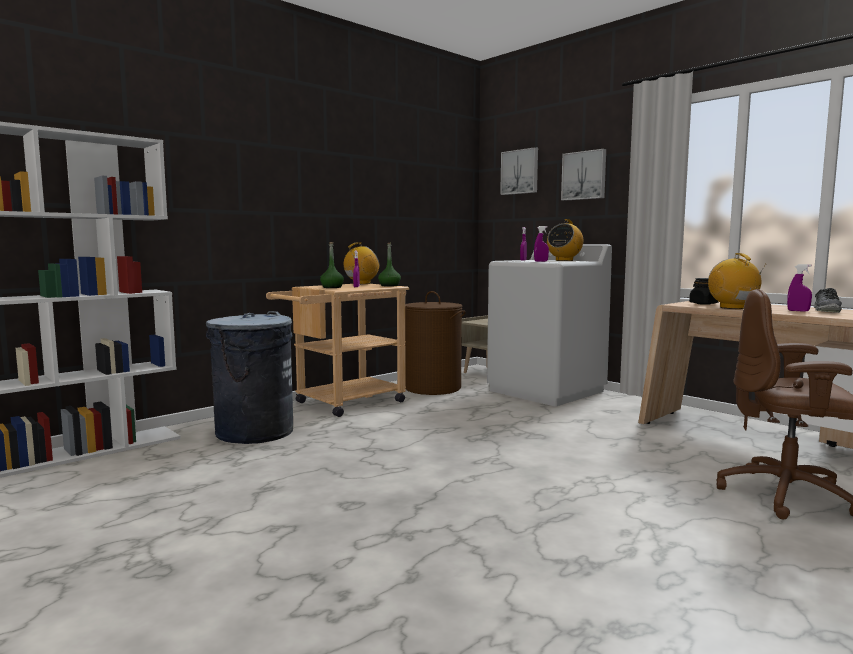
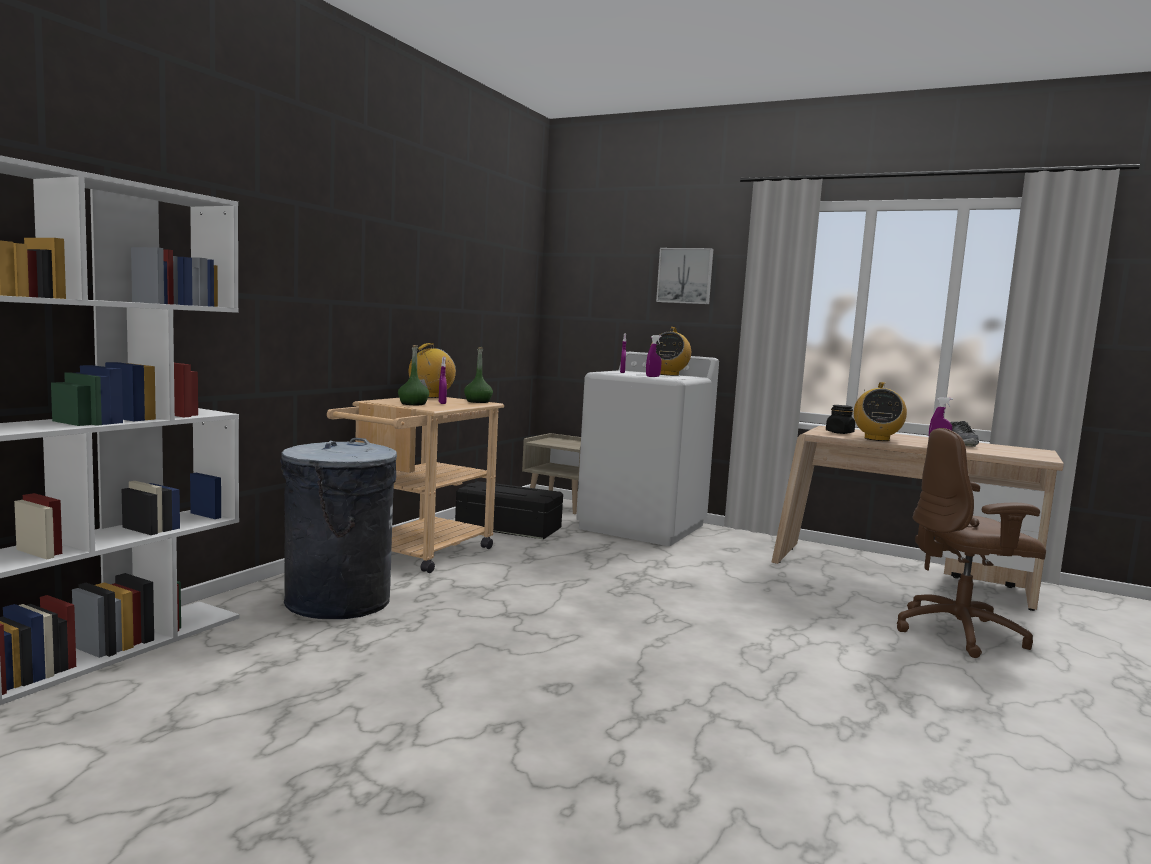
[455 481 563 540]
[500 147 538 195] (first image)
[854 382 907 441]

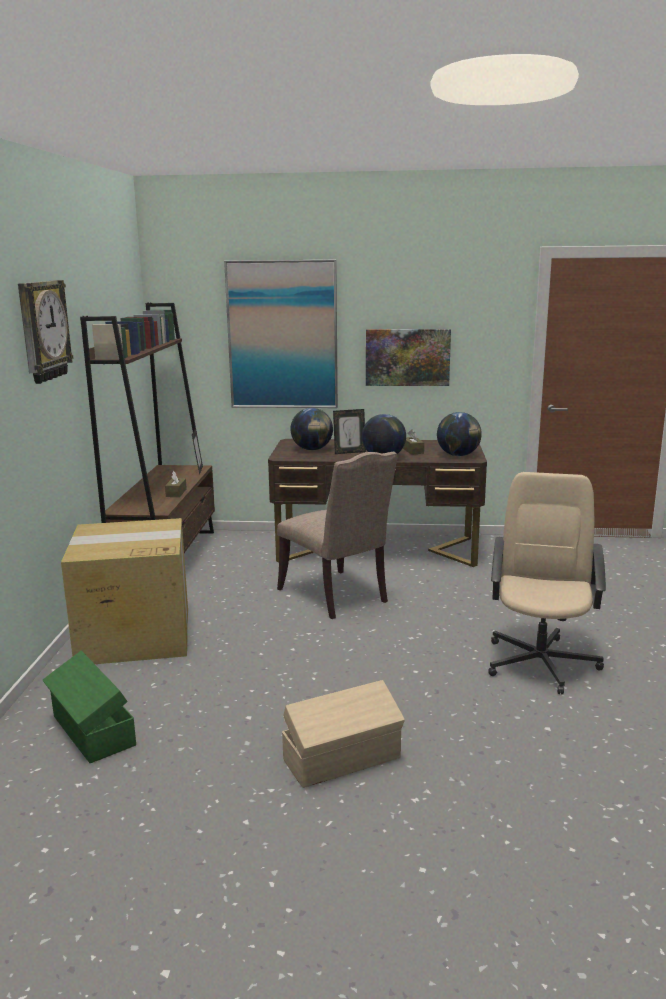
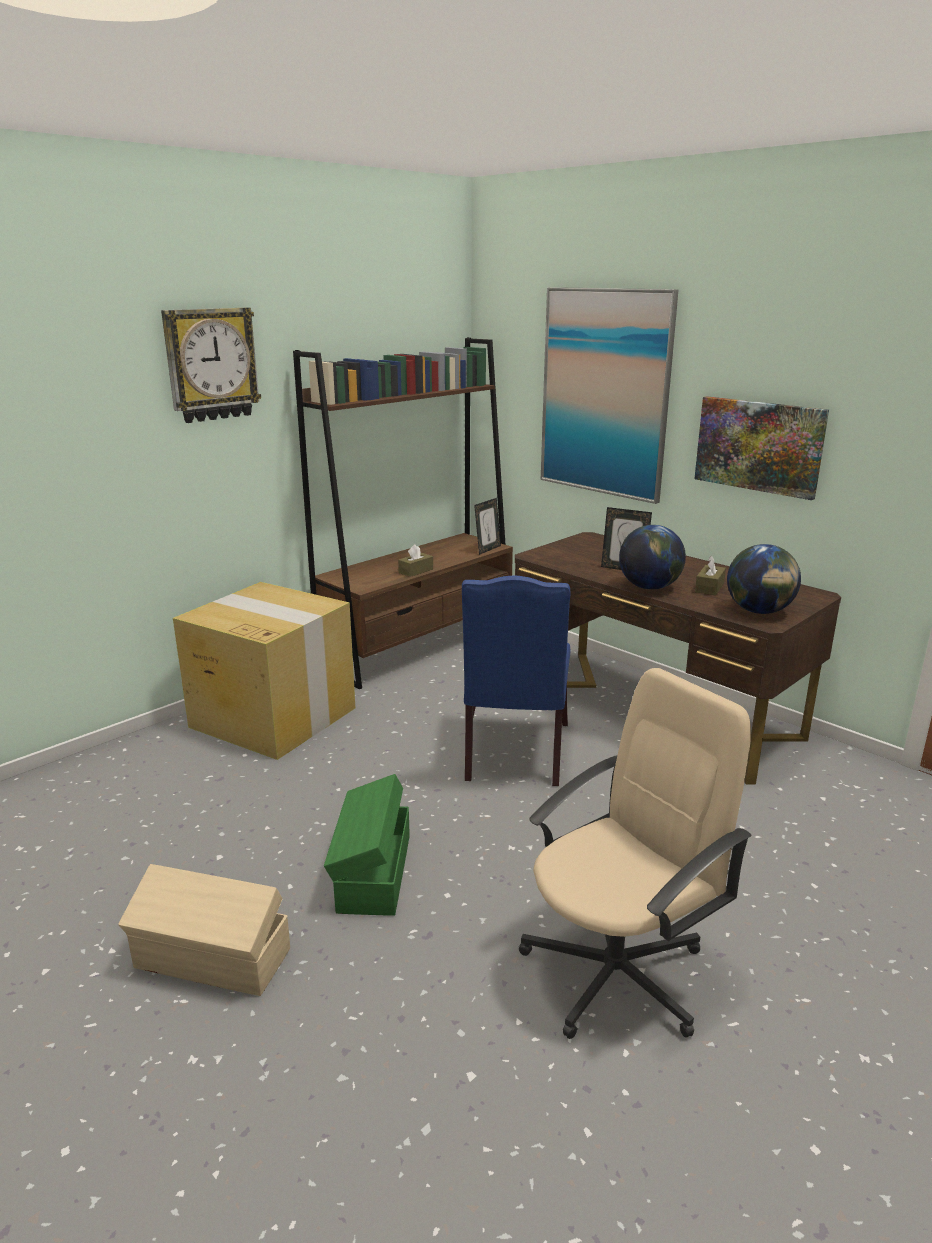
[324 774 410 916]
[462 576 571 786]
[290 408 333 450] (first image)

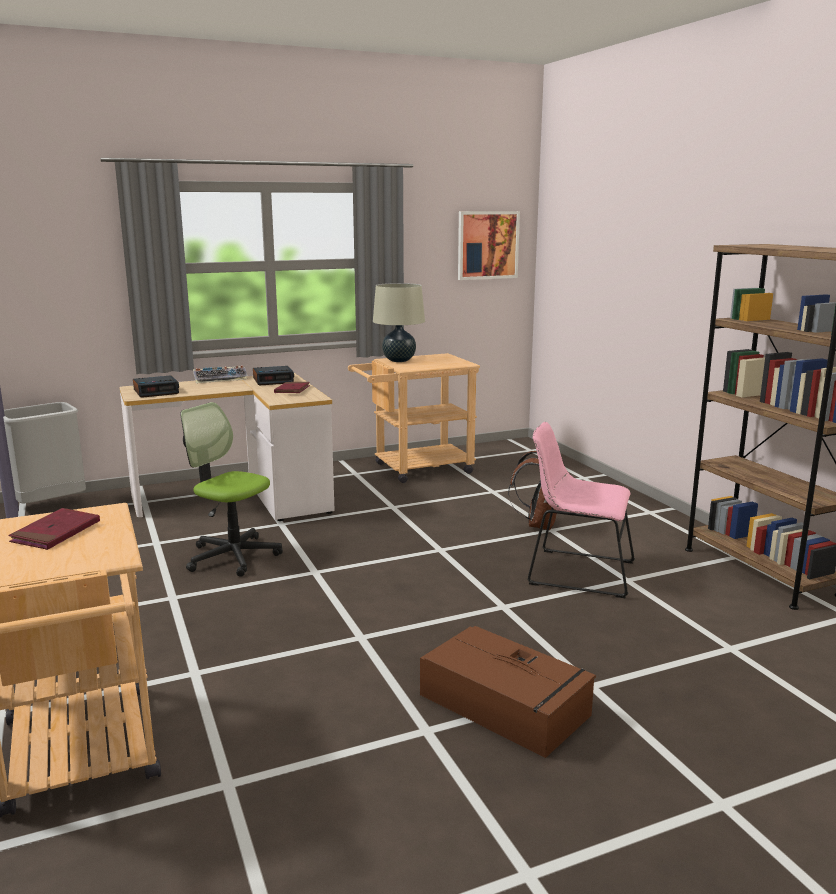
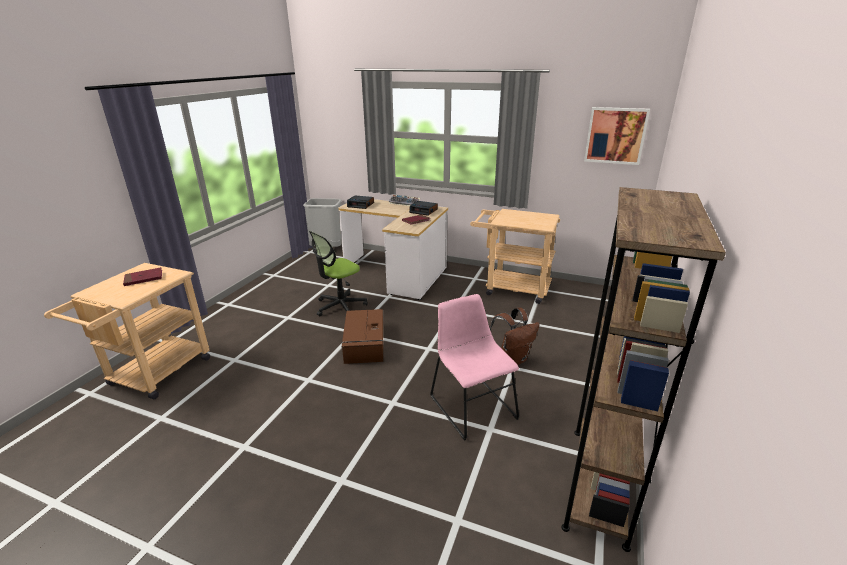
[309 231 368 316]
[373 283 425 362] (first image)
[342 309 383 364]

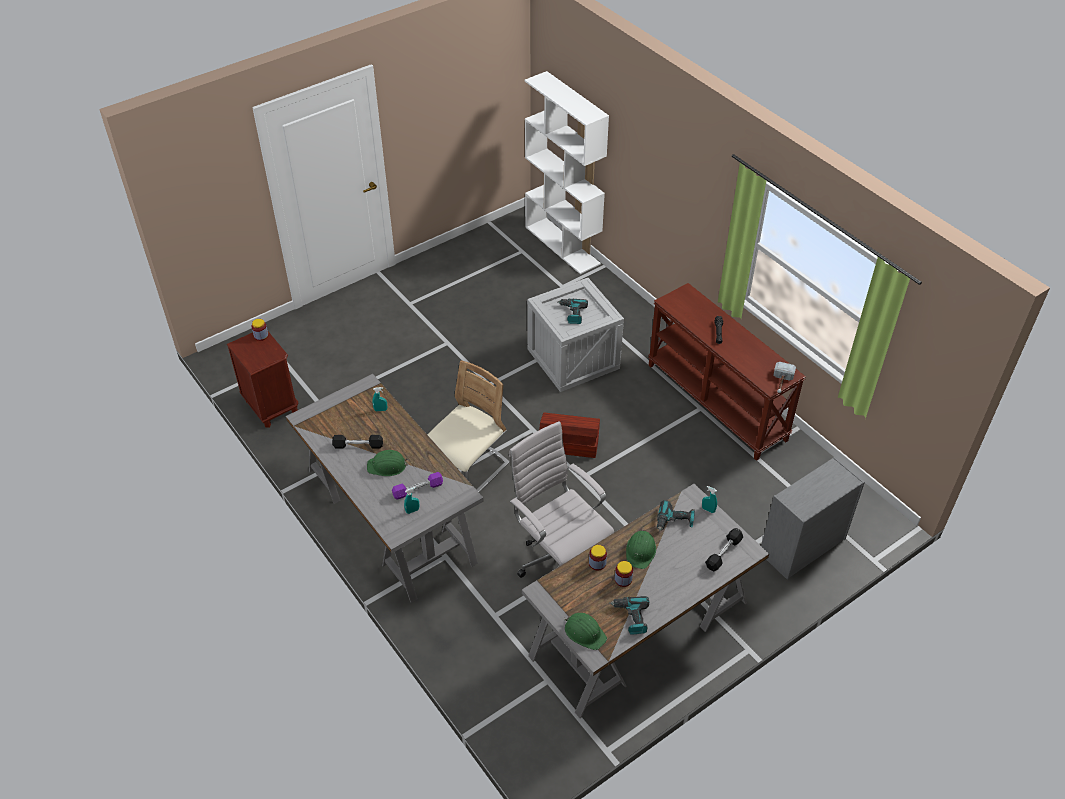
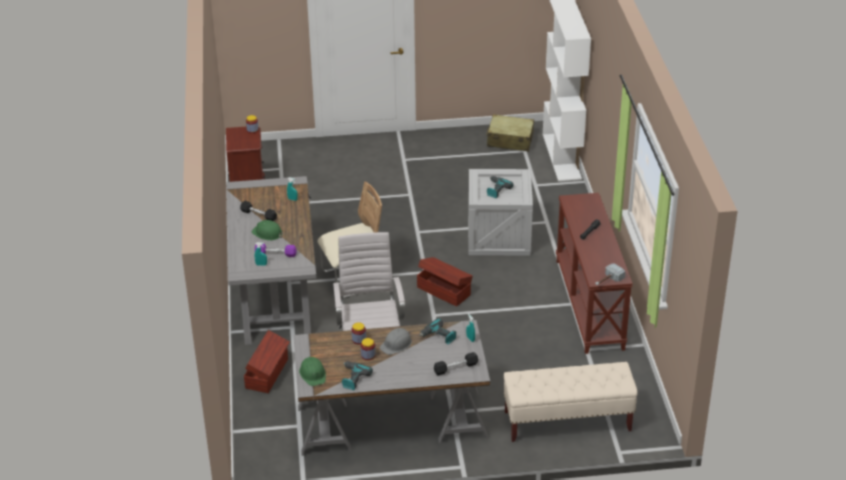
[380 328 412 355]
[504 362 638 442]
[244 330 290 393]
[486 114 534 151]

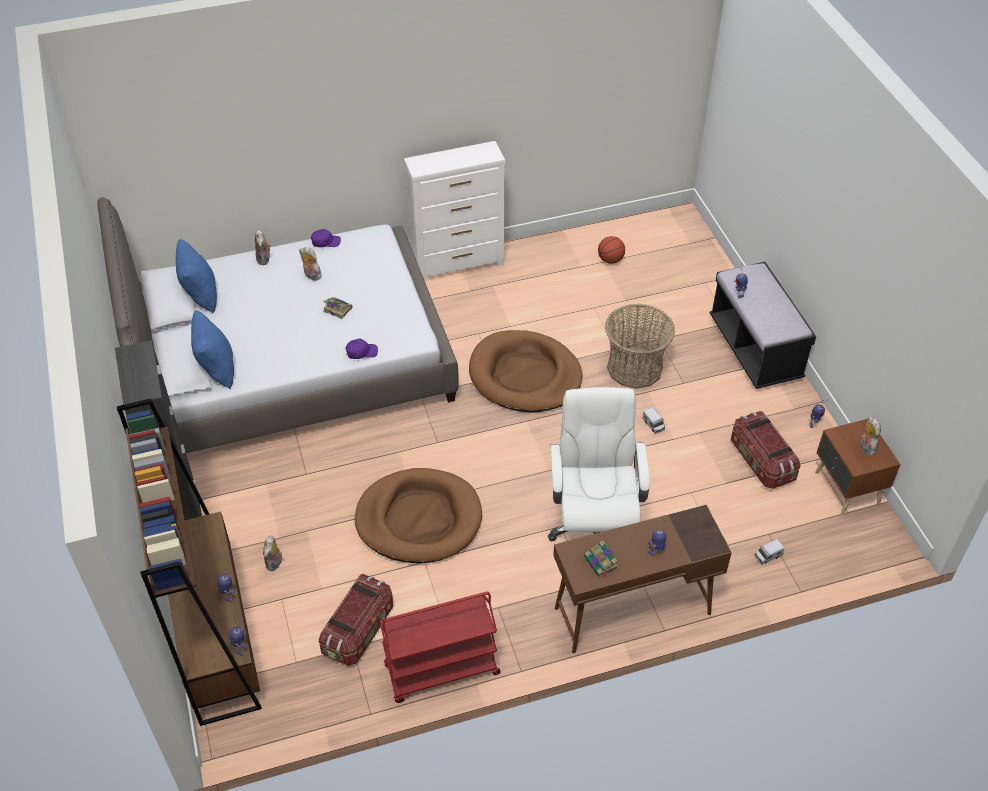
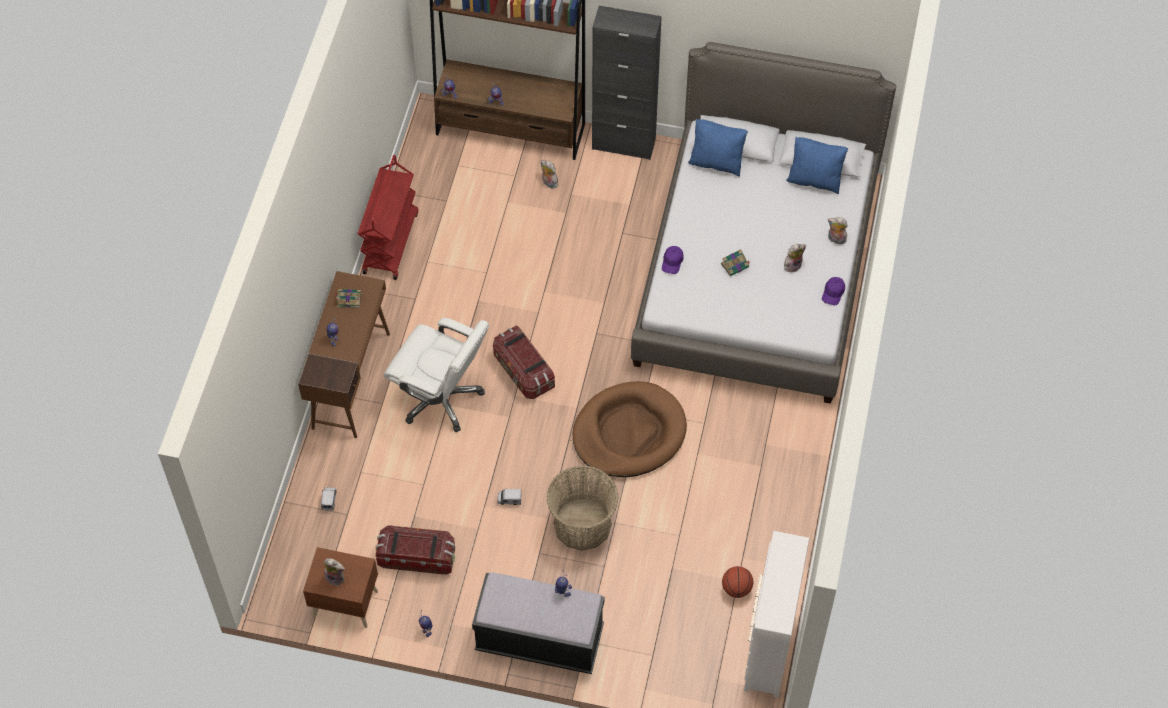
[493 326 555 399]
[355 468 482 563] (first image)
[744 531 810 698]

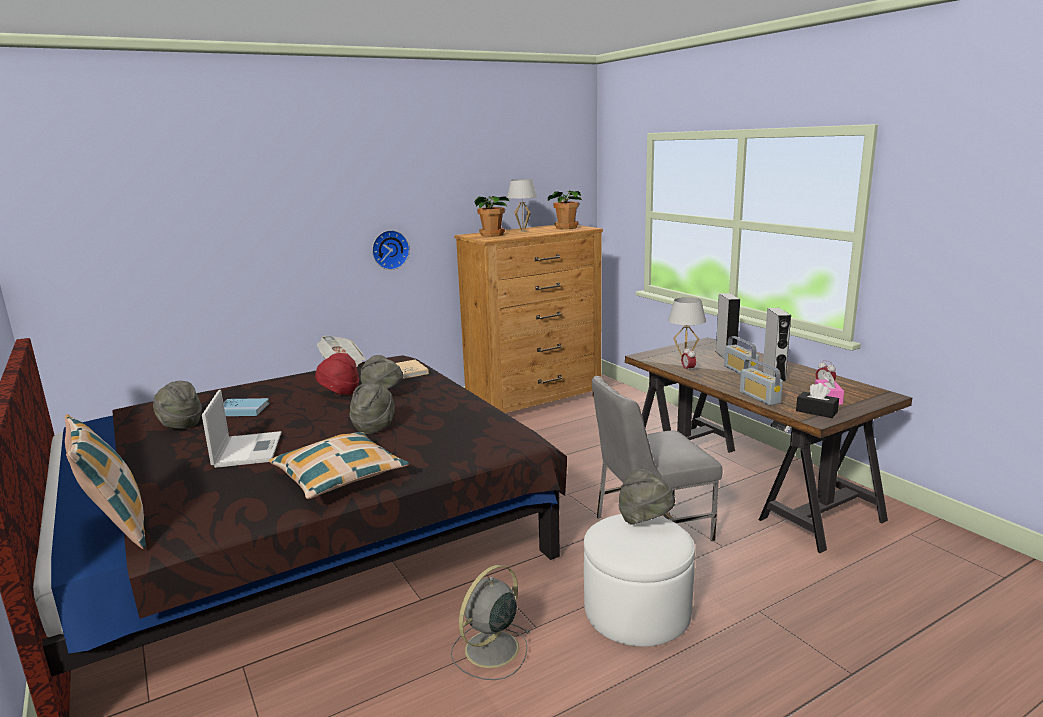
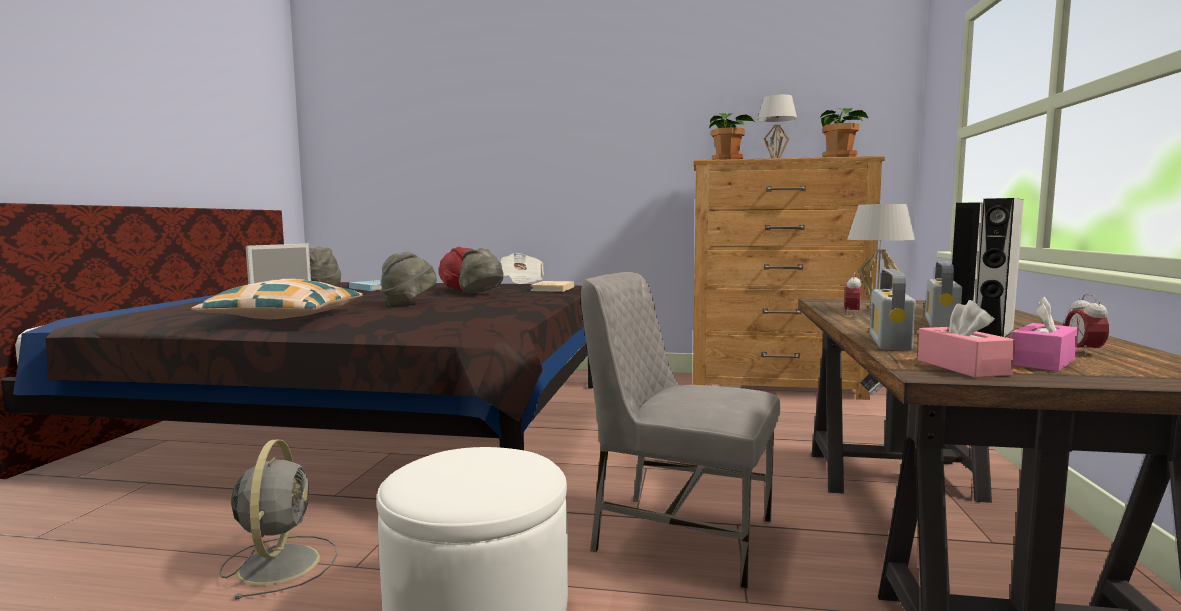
[65 414 146 549] (first image)
[372 230 410 270] (first image)
[219 439 337 600]
[618 468 675 525] (first image)
[918 300 1015 378]

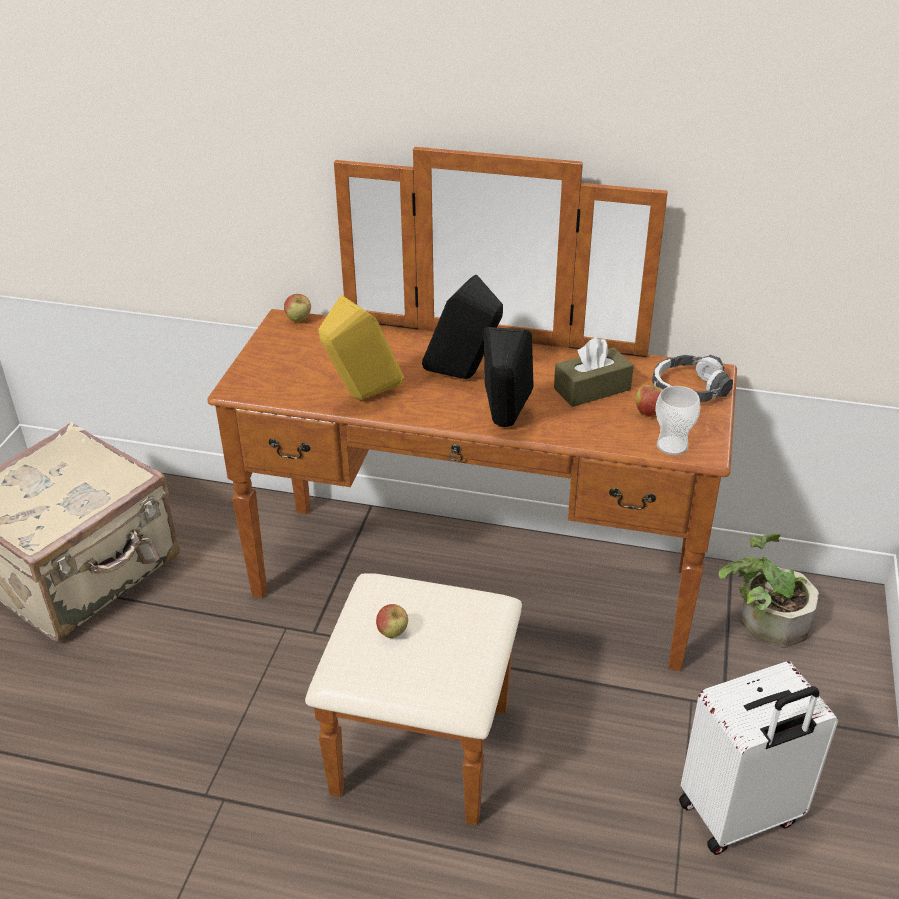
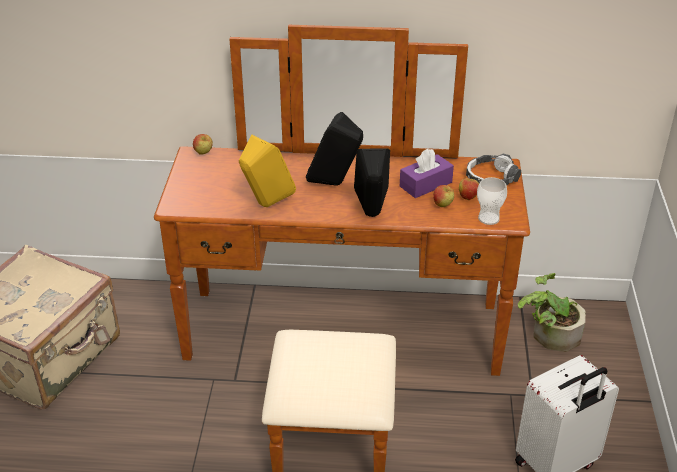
[433 185 454 207]
[400 149 454 198]

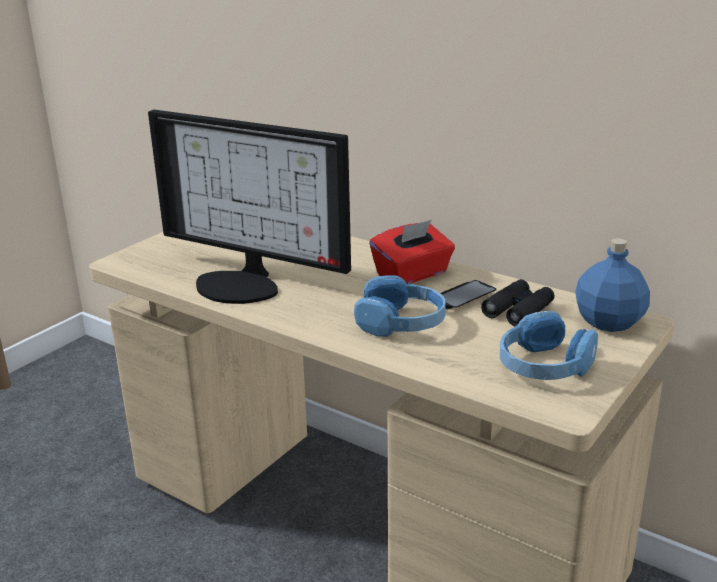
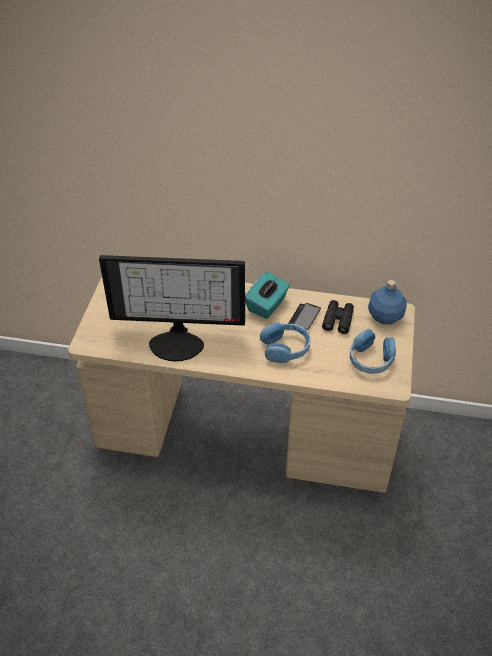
[245 271 290 319]

